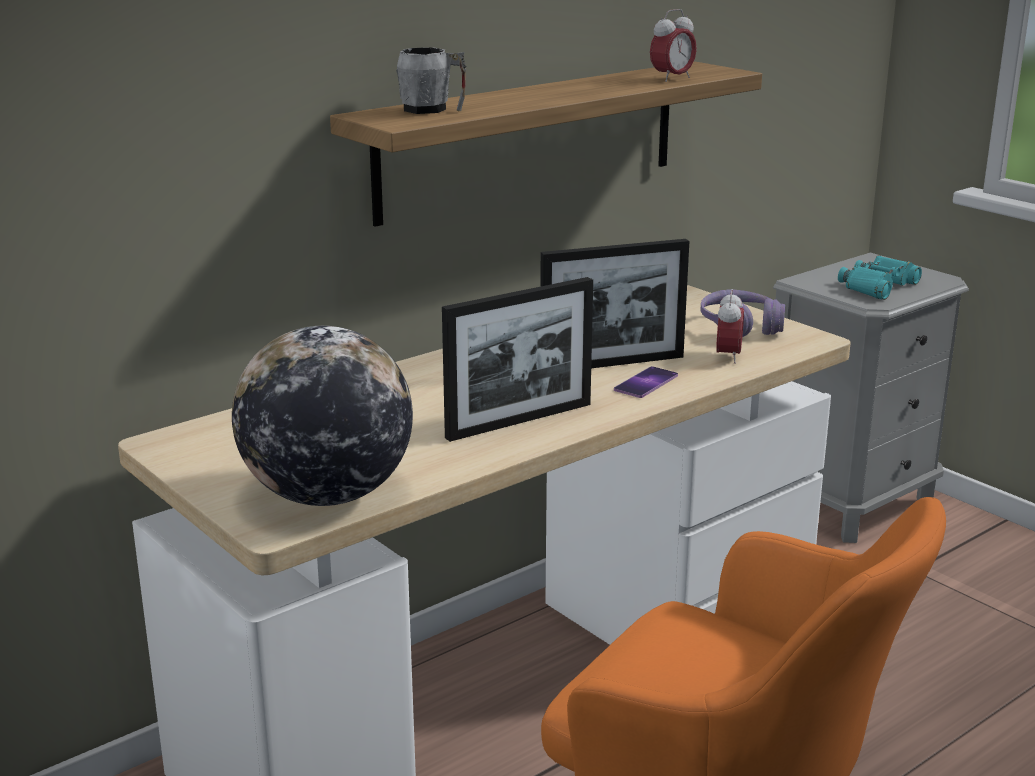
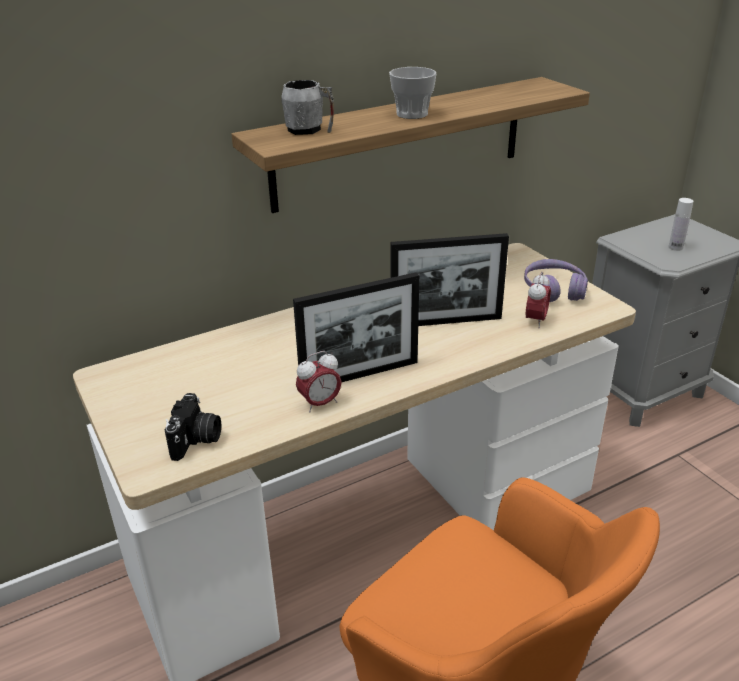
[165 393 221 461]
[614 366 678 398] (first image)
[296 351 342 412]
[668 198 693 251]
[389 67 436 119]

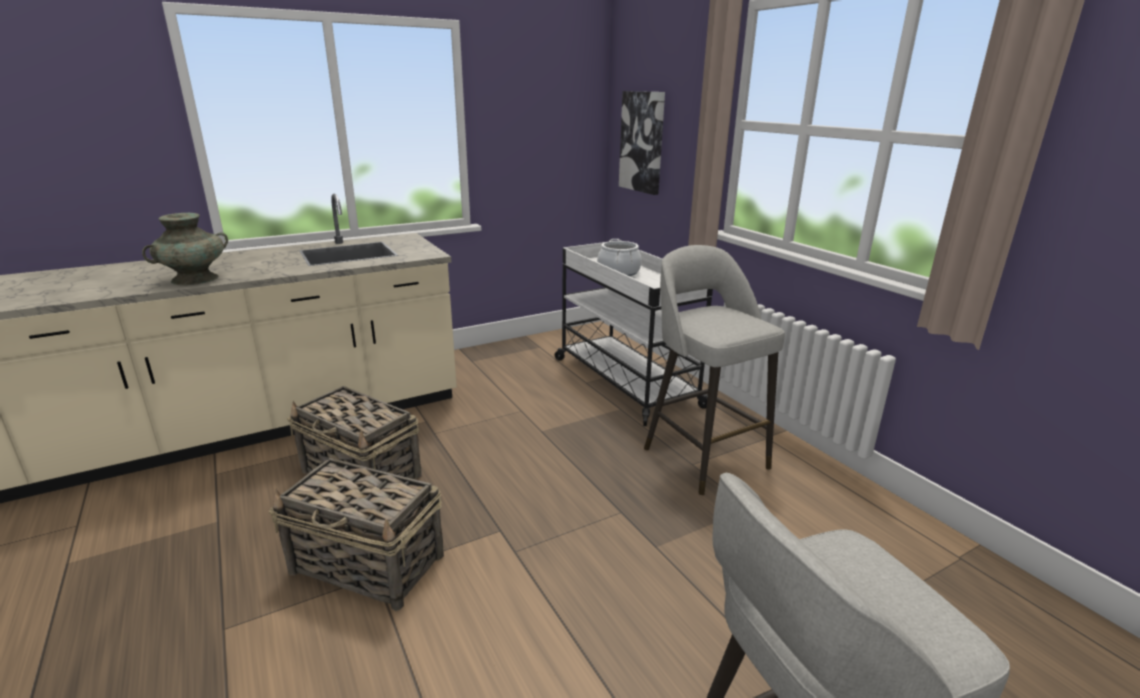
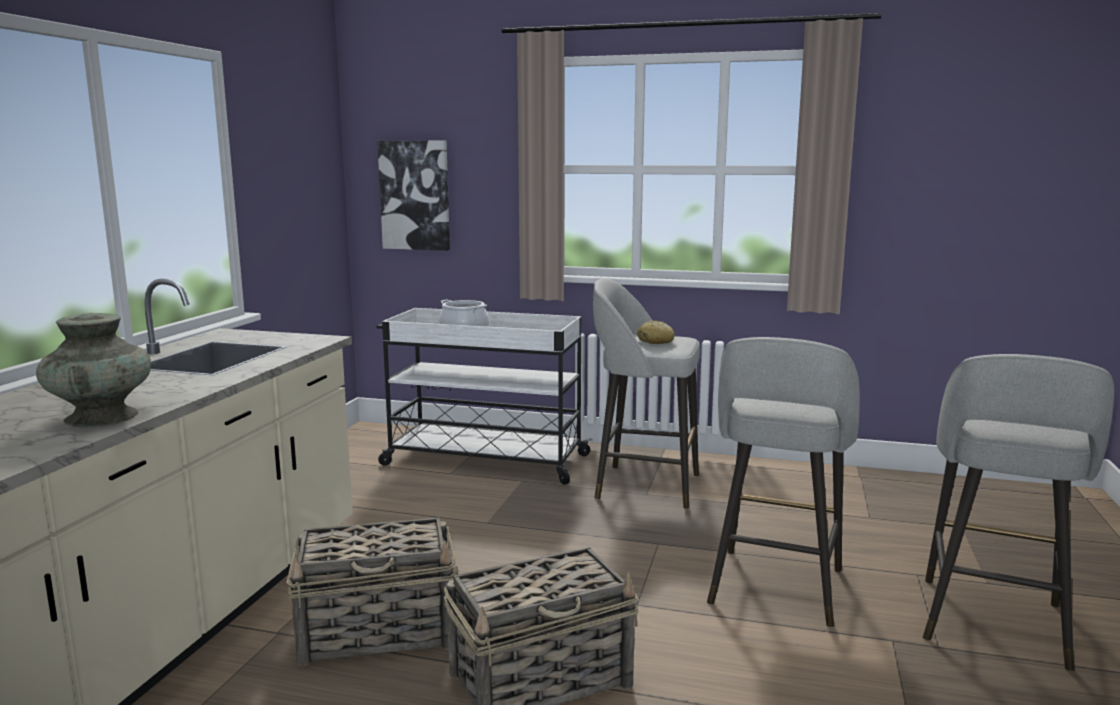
[637 321 674 344]
[707 337 860 628]

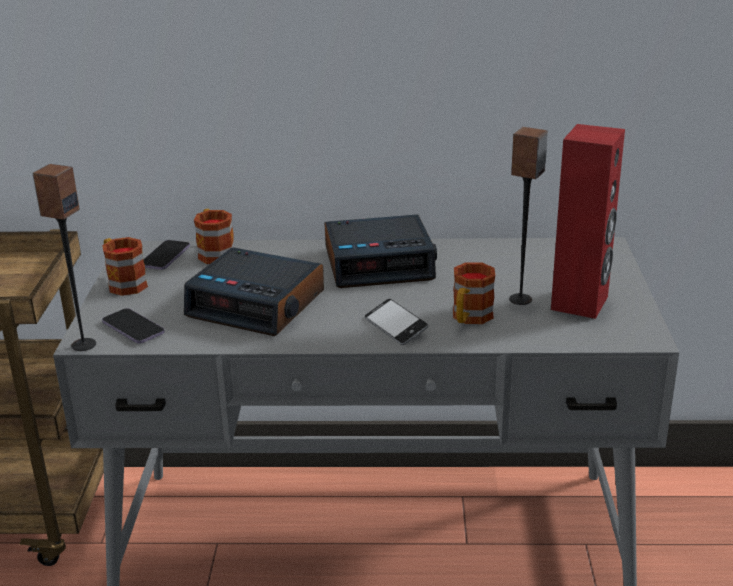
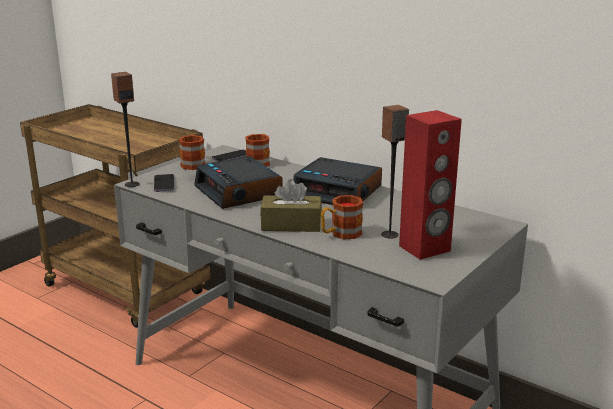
[260 179 322 232]

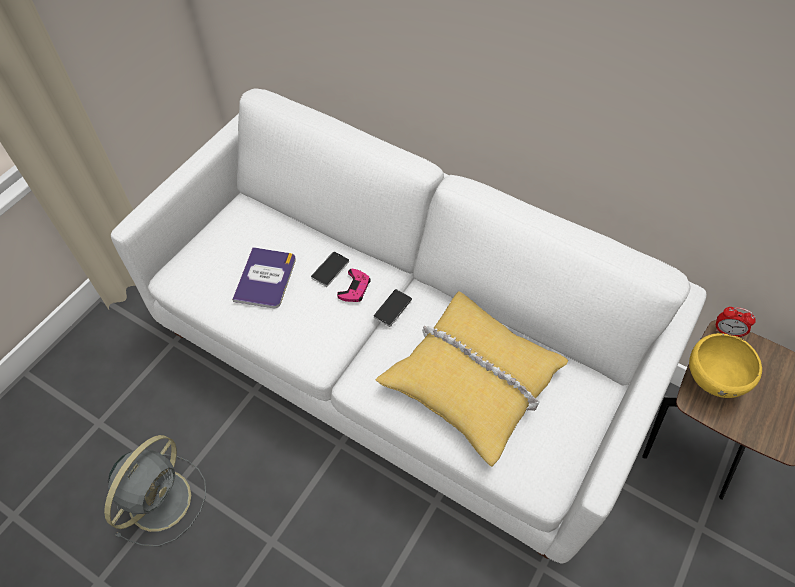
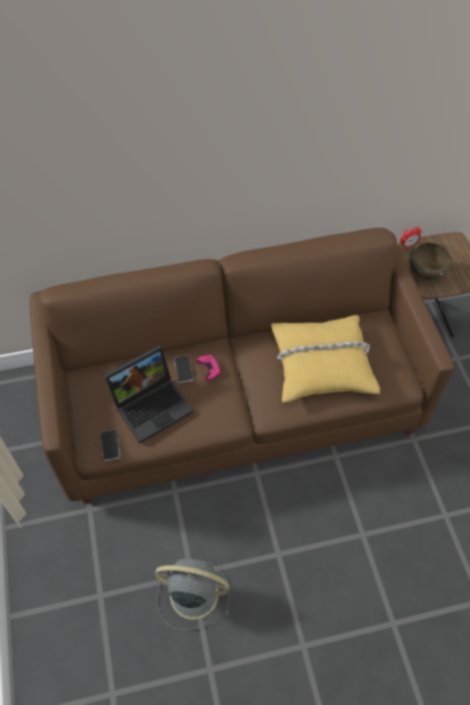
[155 558 230 630]
[29 228 454 504]
[104 345 193 443]
[101 430 120 461]
[410 242 452 280]

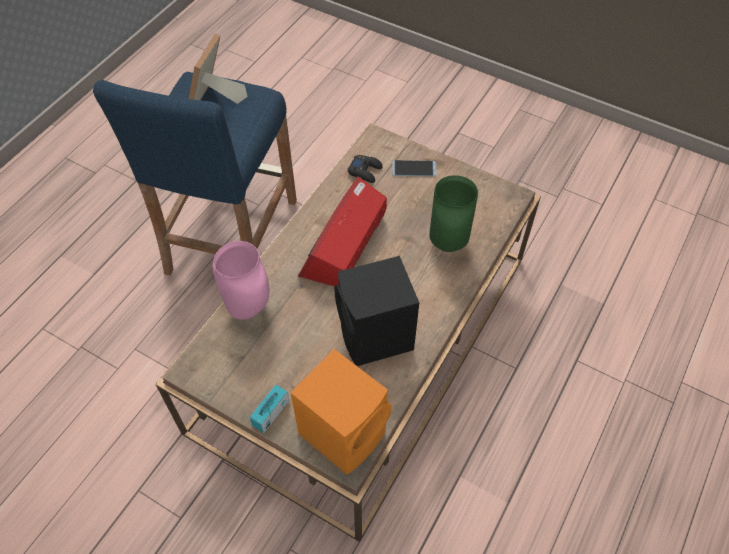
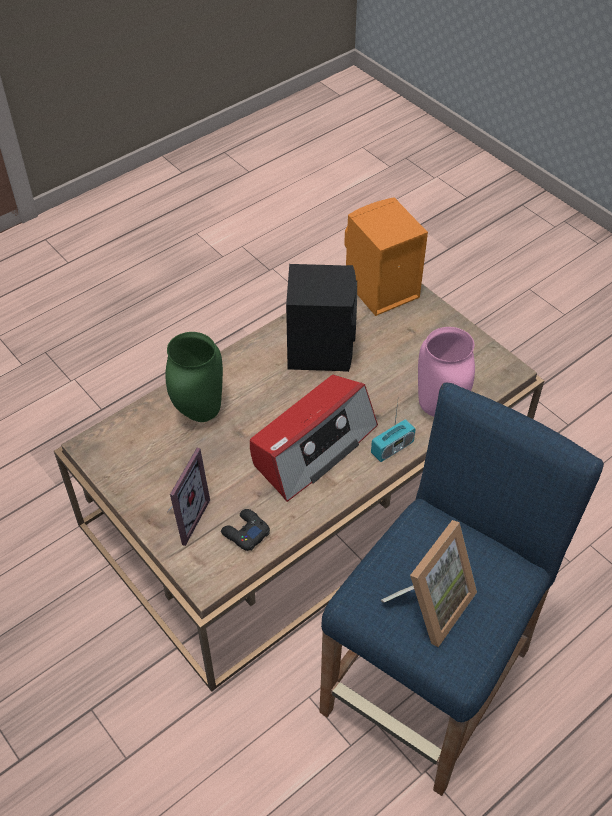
[371 402 416 462]
[167 448 210 546]

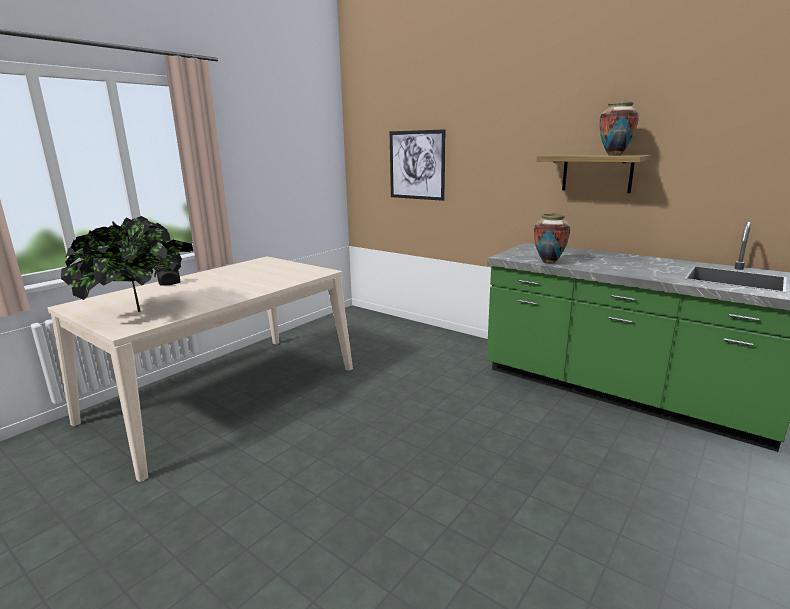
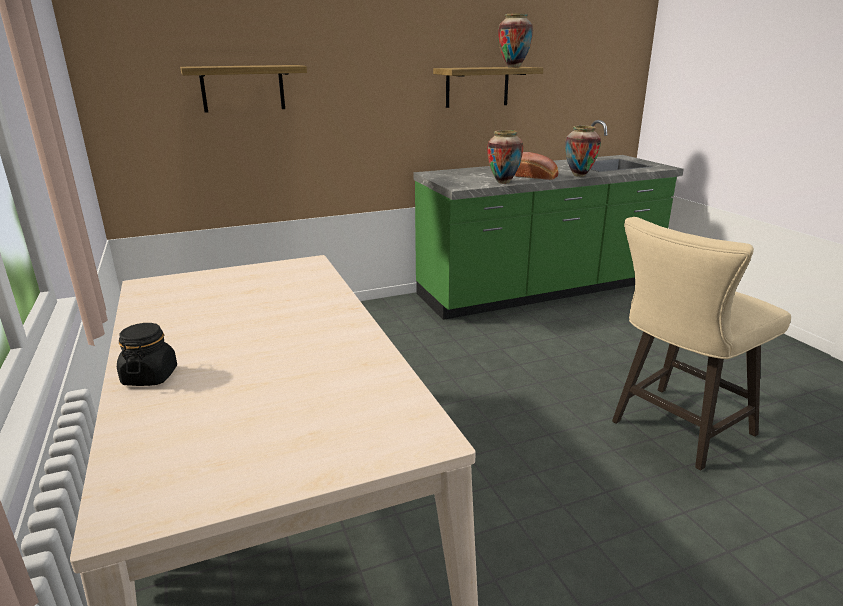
[61 216 193 312] (first image)
[180 65 307 113]
[515 152 559 180]
[565 126 601 177]
[612 217 791 470]

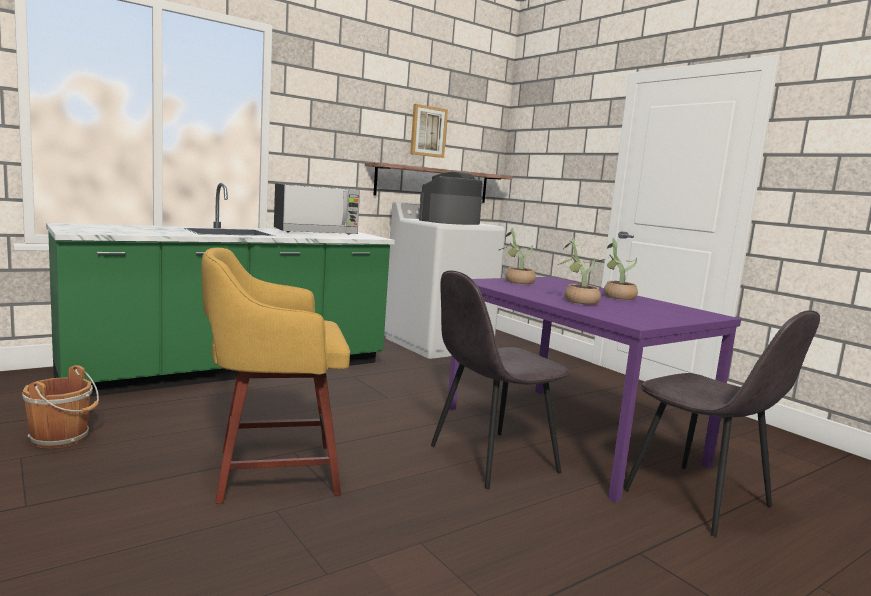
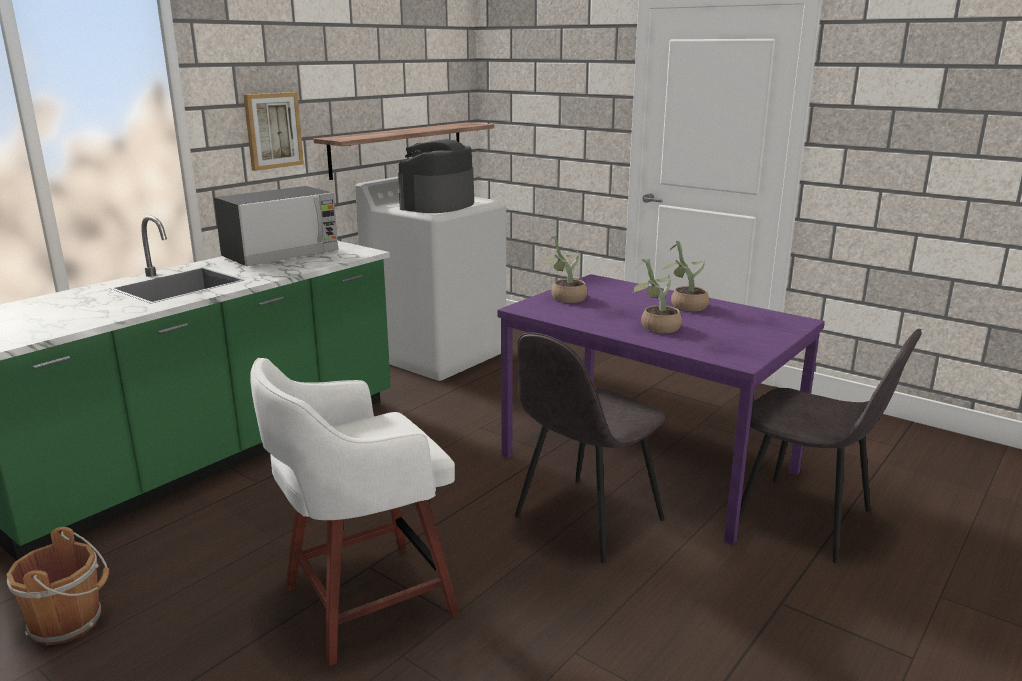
[250 358 459 666]
[244 92 304 171]

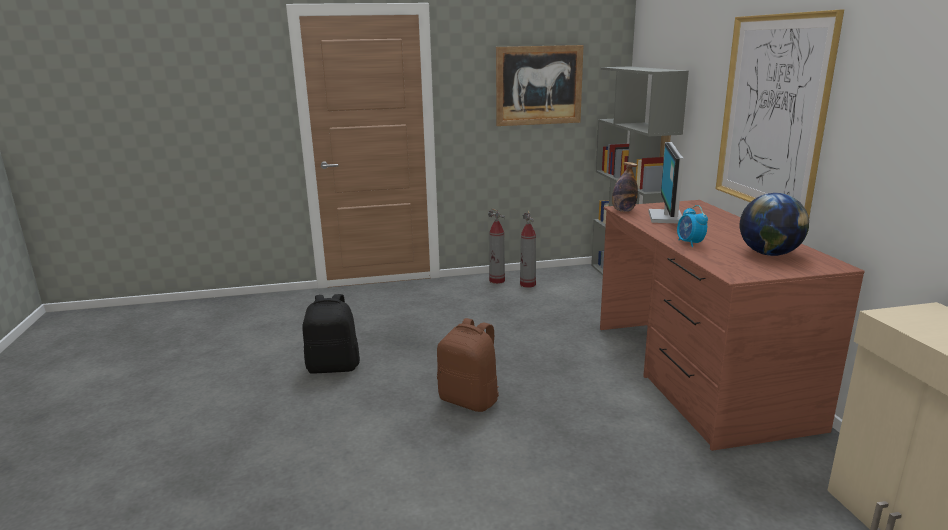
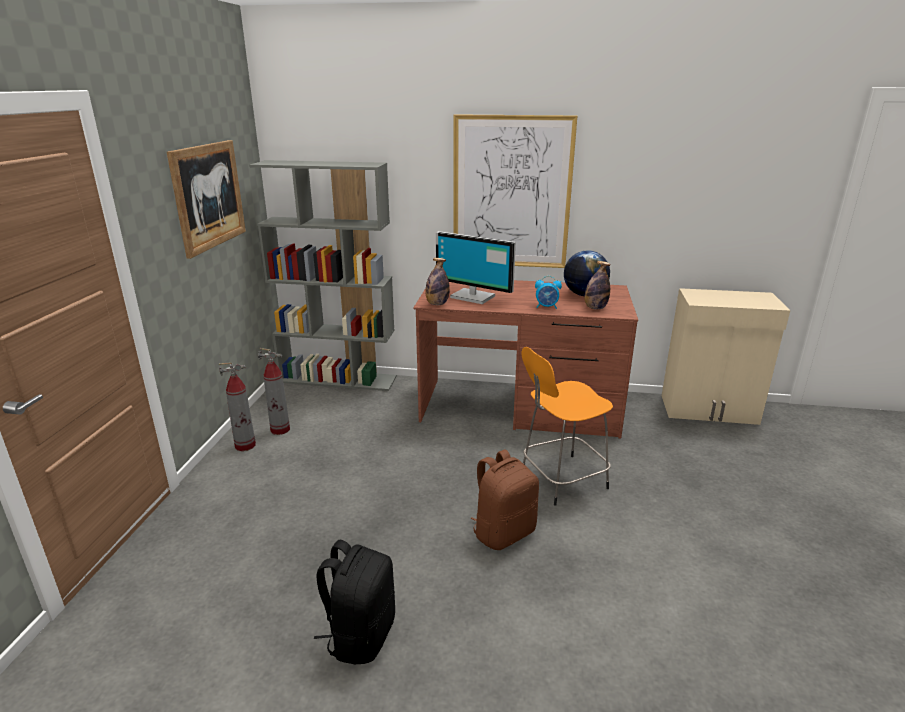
[521 347 613 506]
[584 261 611 310]

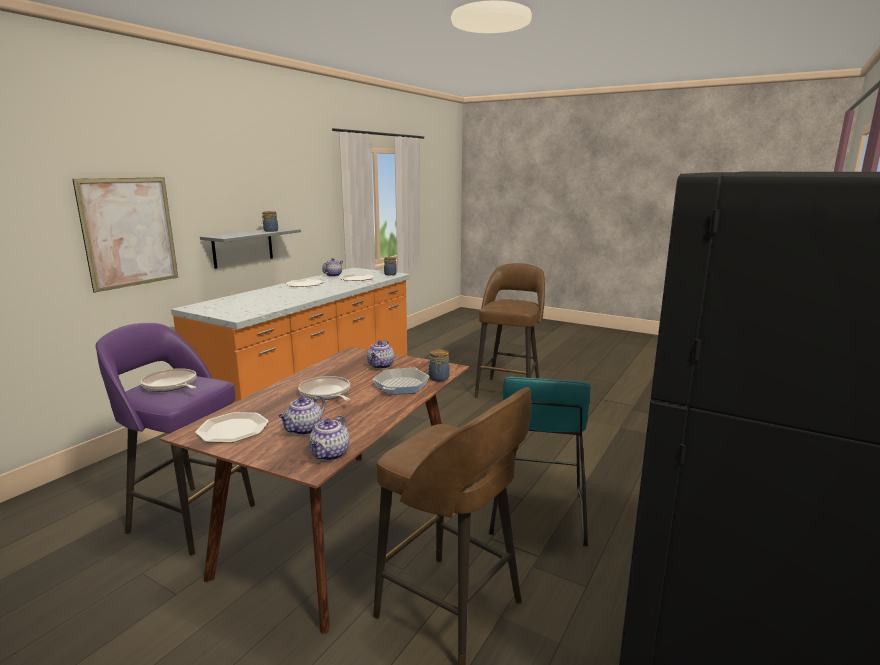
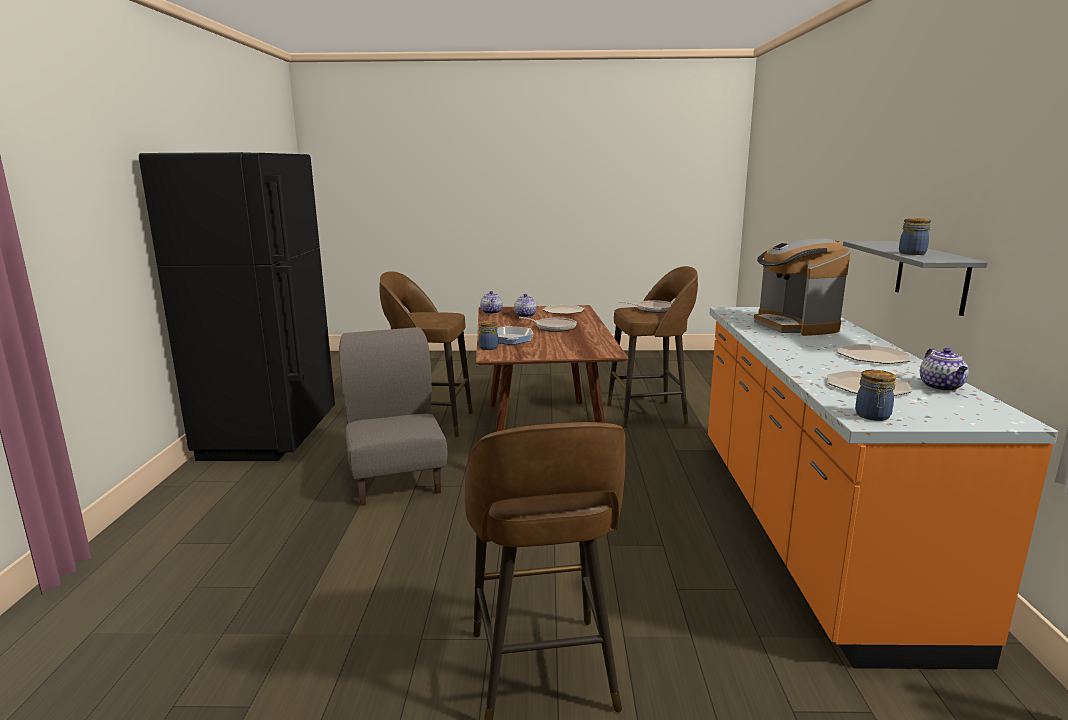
[72 177 178 293] (first image)
[607 266 698 429]
[367 340 394 369] (first image)
[339 327 448 506]
[754 238 851 336]

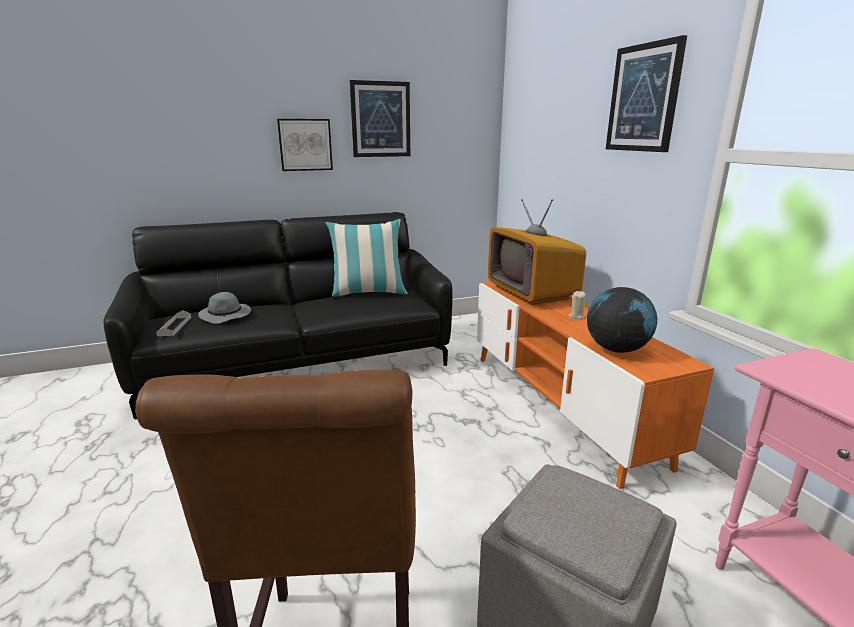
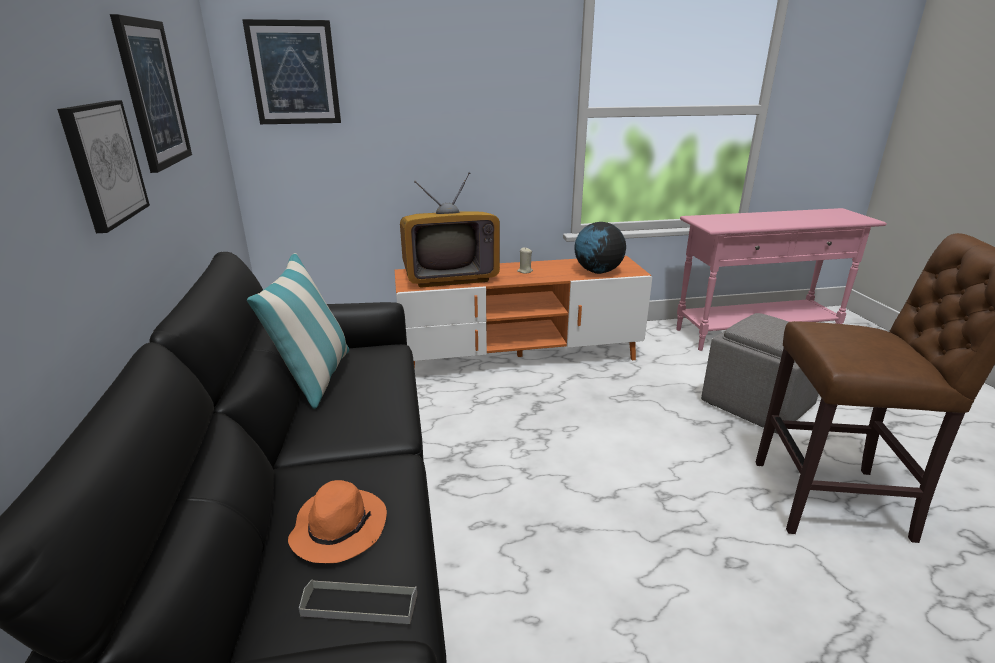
[288 480 387 563]
[242 19 341 124]

